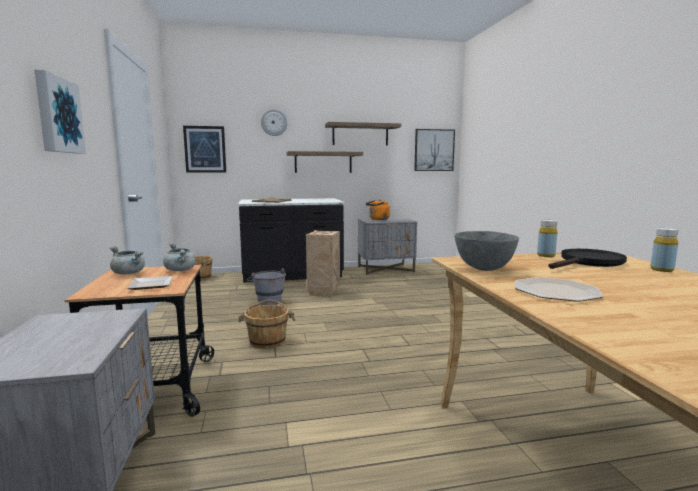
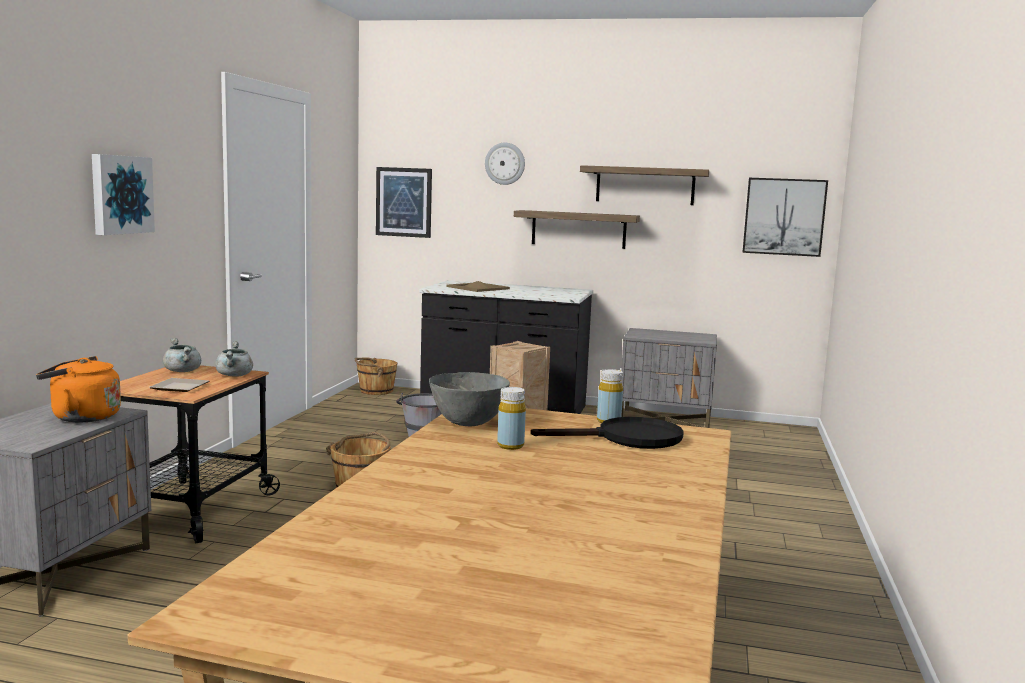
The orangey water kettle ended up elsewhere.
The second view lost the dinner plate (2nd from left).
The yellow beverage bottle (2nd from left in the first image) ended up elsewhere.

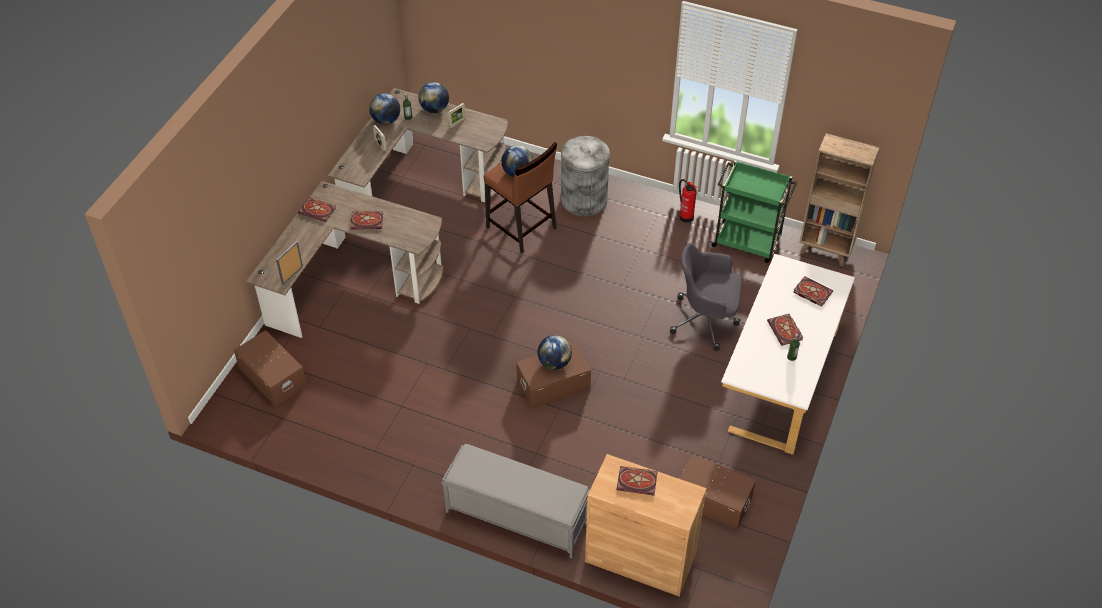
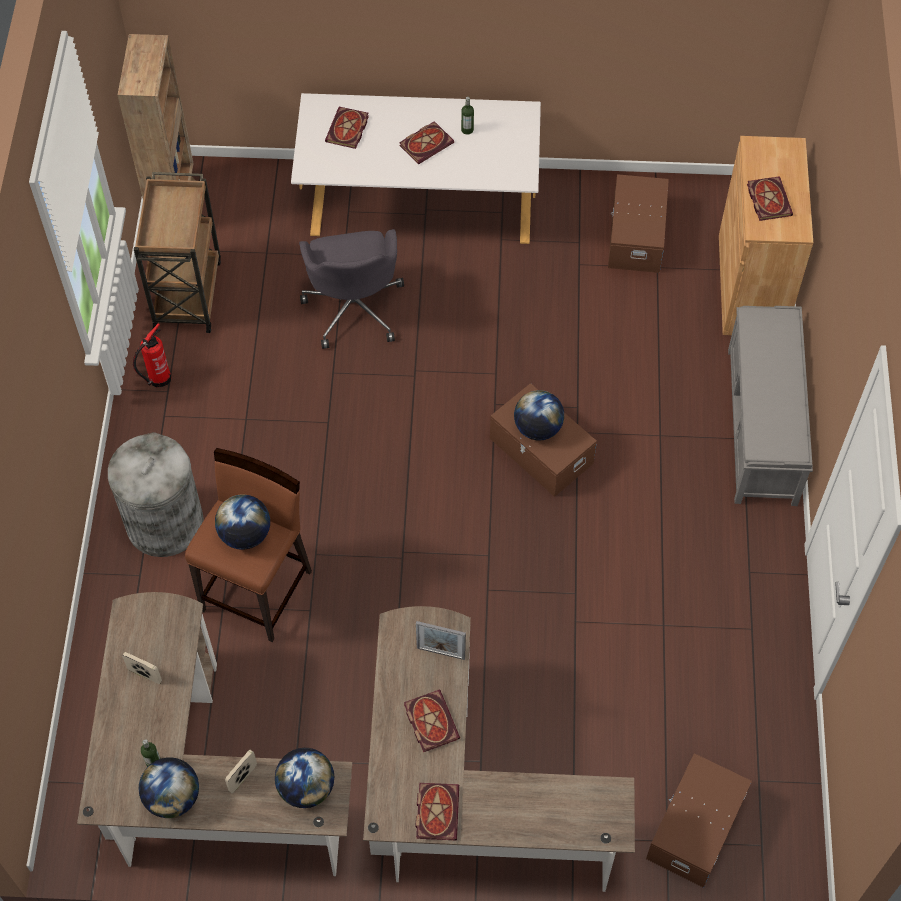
The photo frame (1st from left in the first image) ended up elsewhere.
The globe (2nd from left in the first image) ended up elsewhere.
What was the green-coloured trolley turned into the brownish trolley.

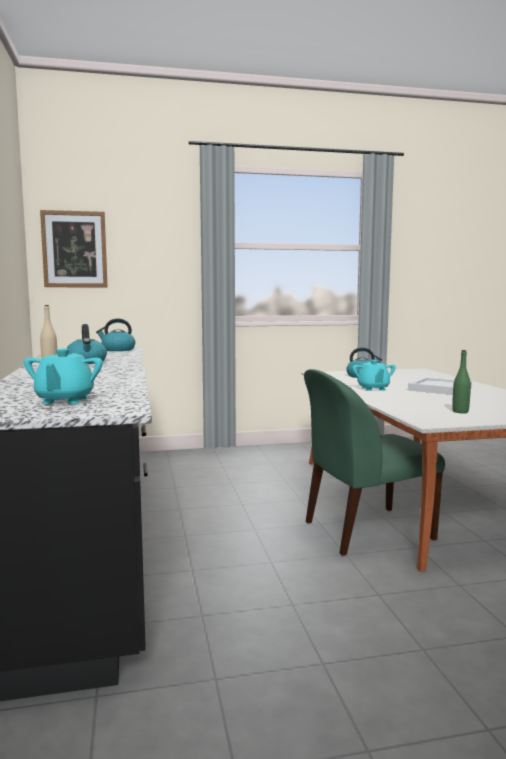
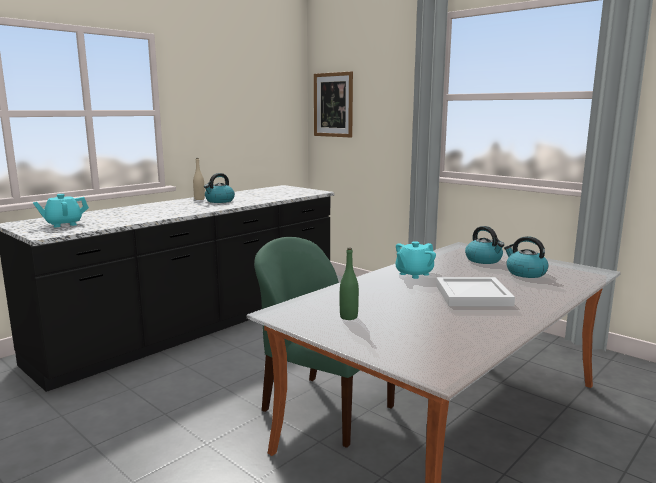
The water kettle (2nd from left in the first image) ended up elsewhere.

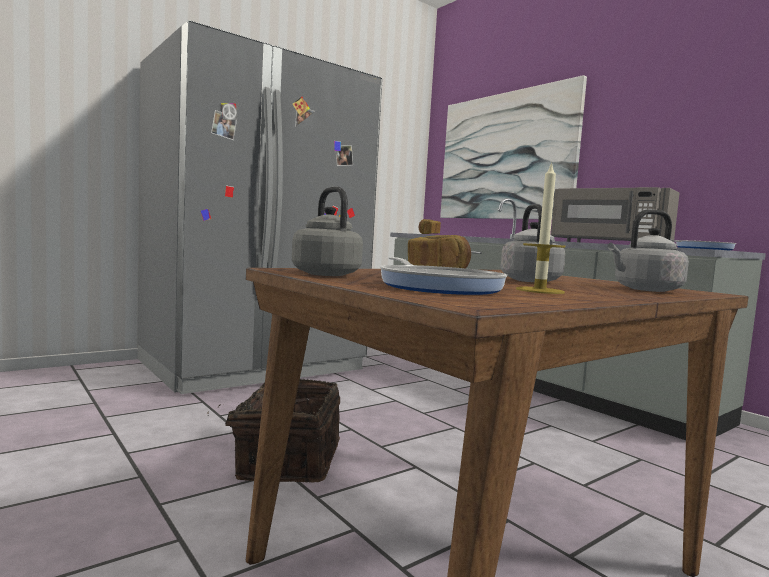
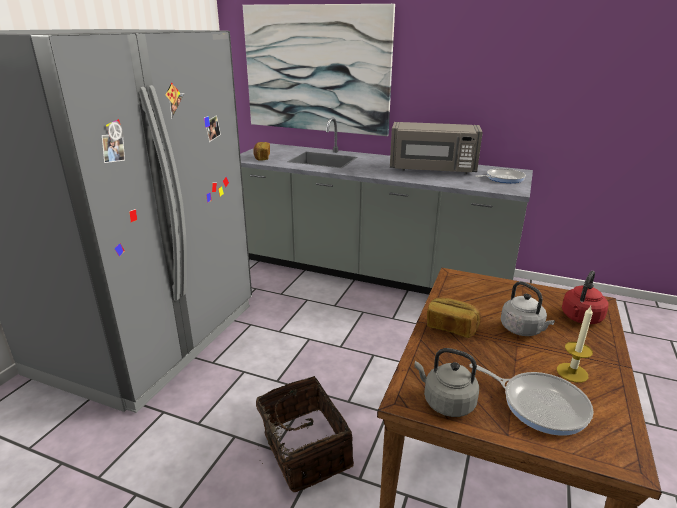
What was the grey water kettle (3rd from left) turned into the red water kettle.

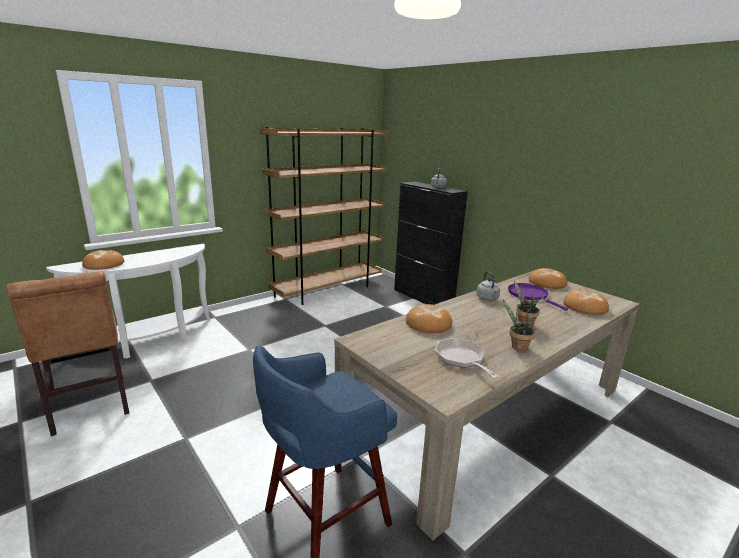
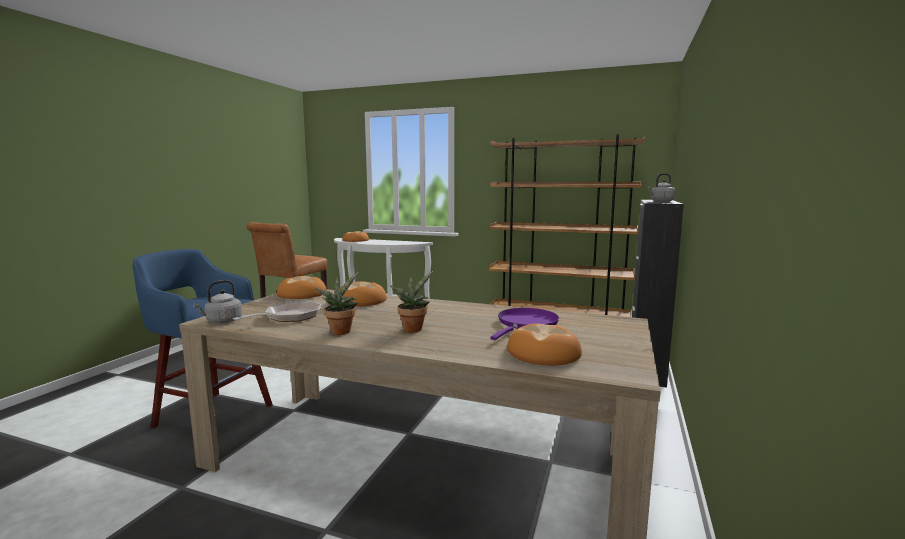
The grey water kettle (2nd from left in the first image) ended up elsewhere.
The bread (3rd from left in the first image) ended up elsewhere.

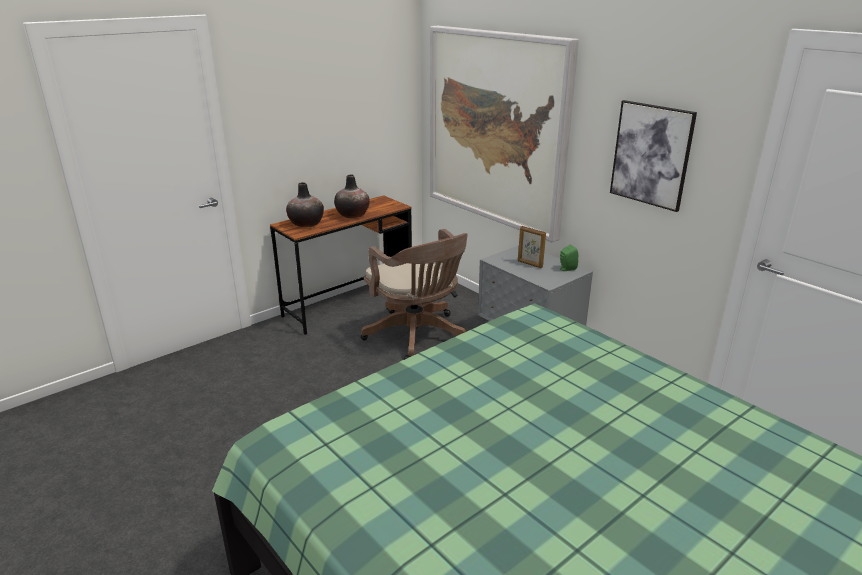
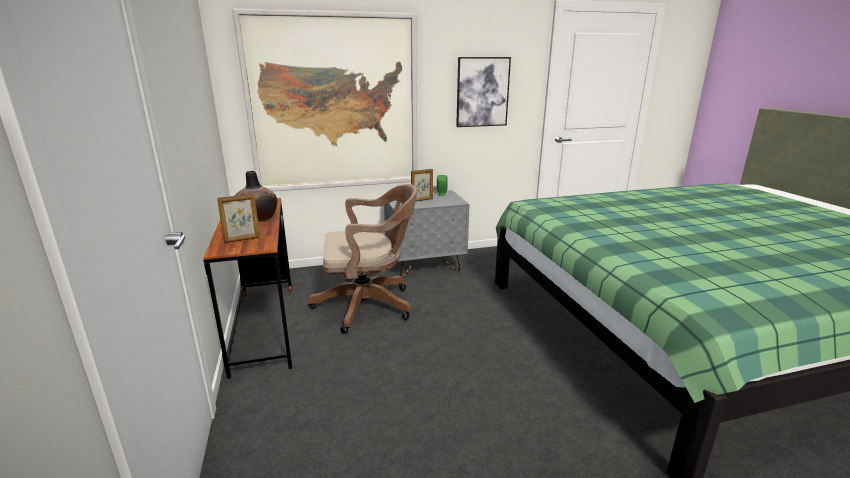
Where the vase (1st from left) stood, the photo frame (1st from left) came to stand.

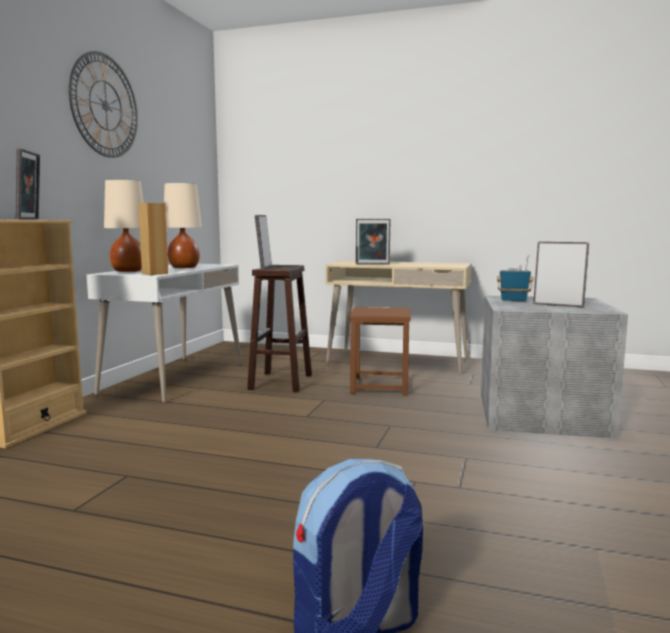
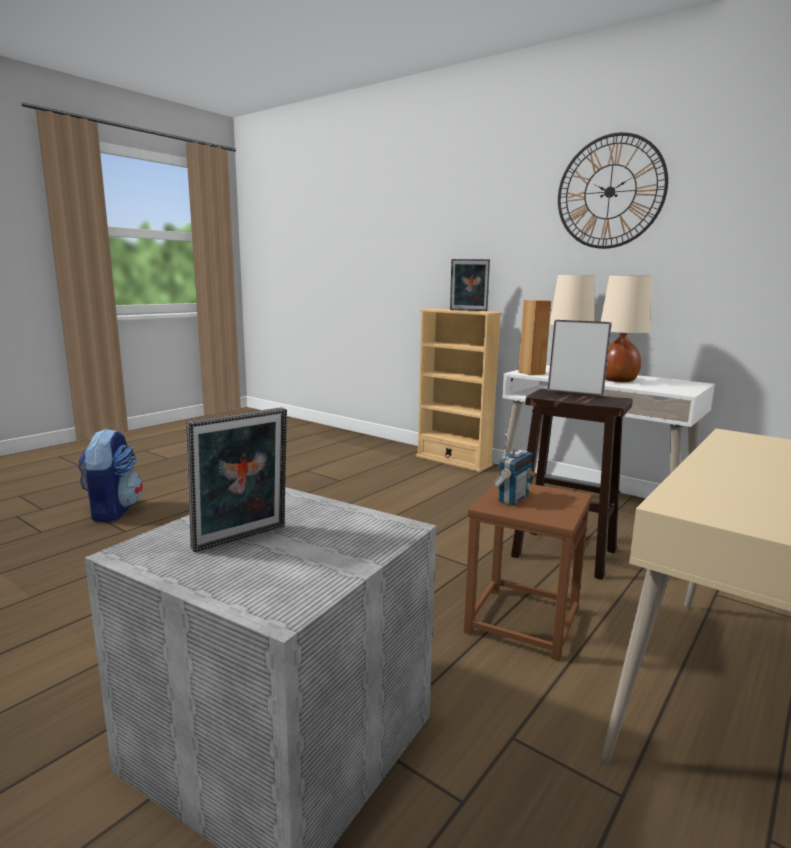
The second view lost the photo frame (3rd from left).
The radio set ended up elsewhere.

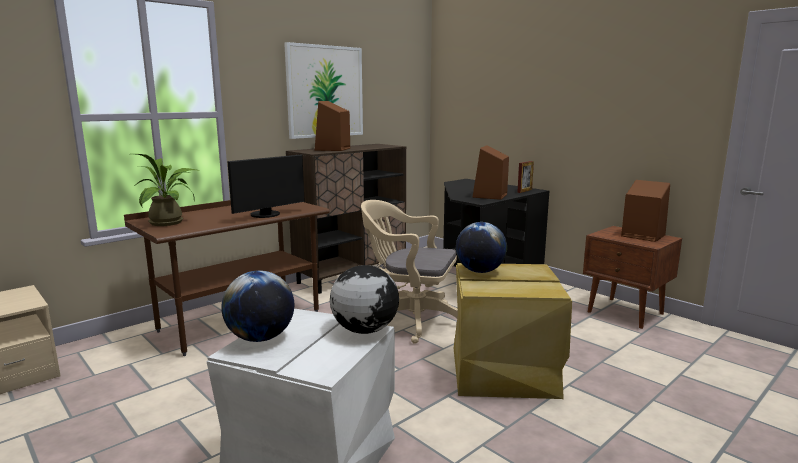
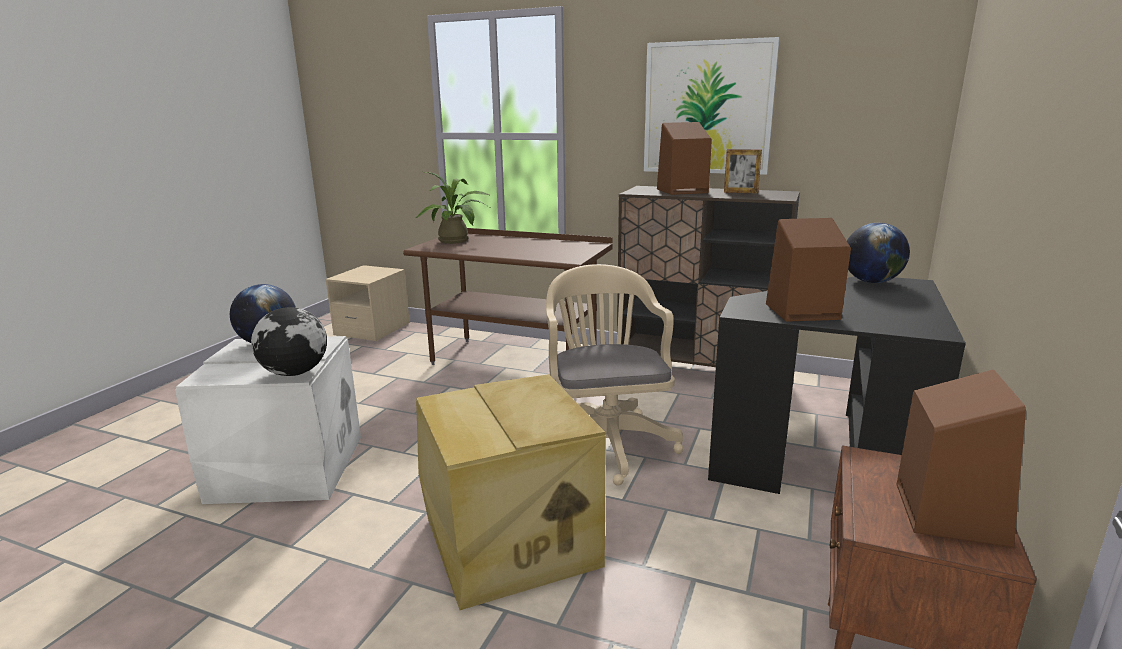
The second view lost the computer display.
The globe (3rd from left) ended up elsewhere.
The photo frame ended up elsewhere.

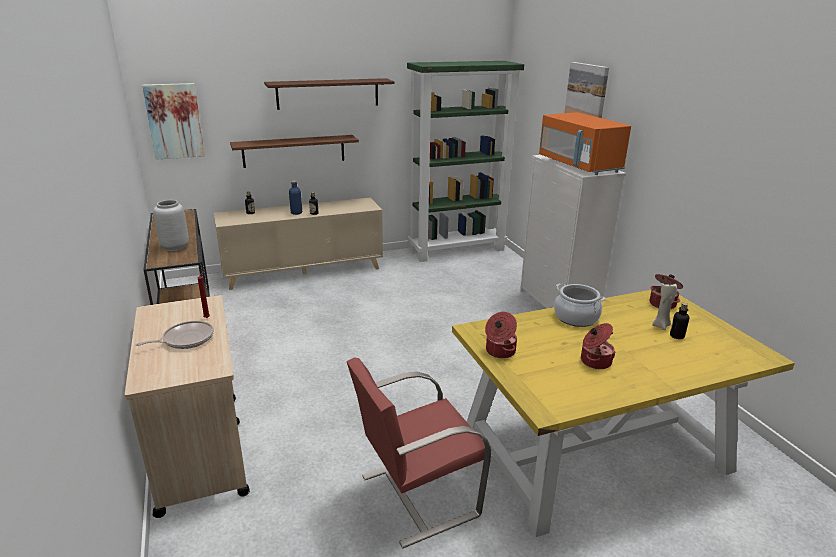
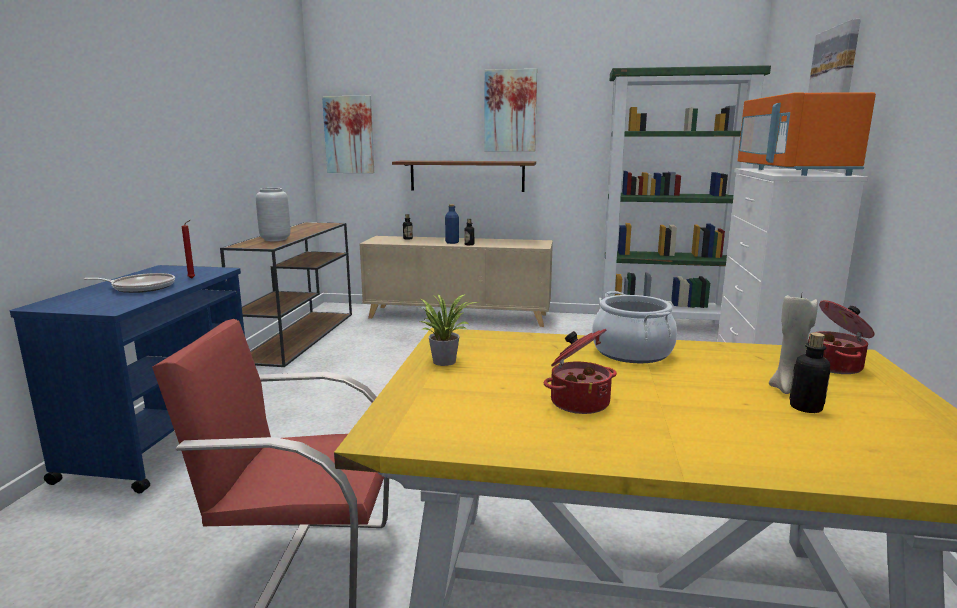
What was the sand-coloured trolley turned into the bluish trolley.
Where the brownish bracket shelf (2nd from left) hung, the wall picture (2nd from left) came to hang.
Where the cooking pot (1st from left) stood, the potted plant came to stand.

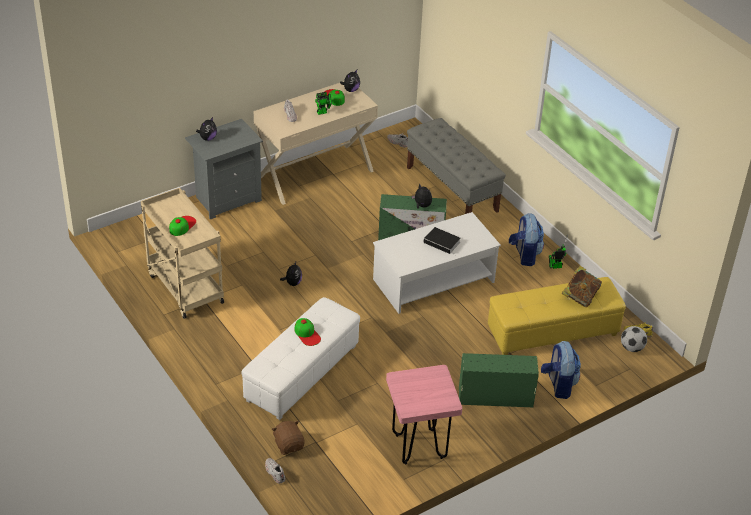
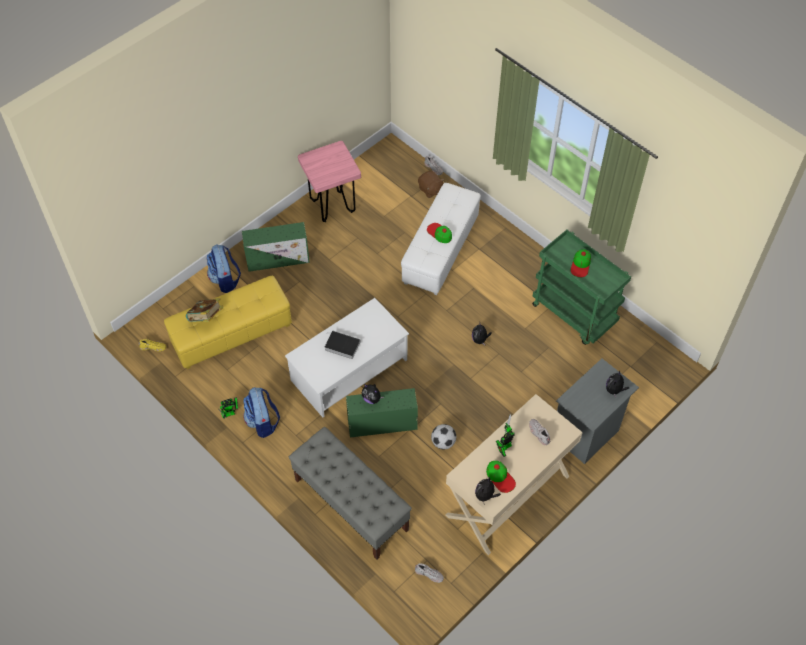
What was the sand-coloured trolley turned into the green-coloured trolley.
The football ball ended up elsewhere.

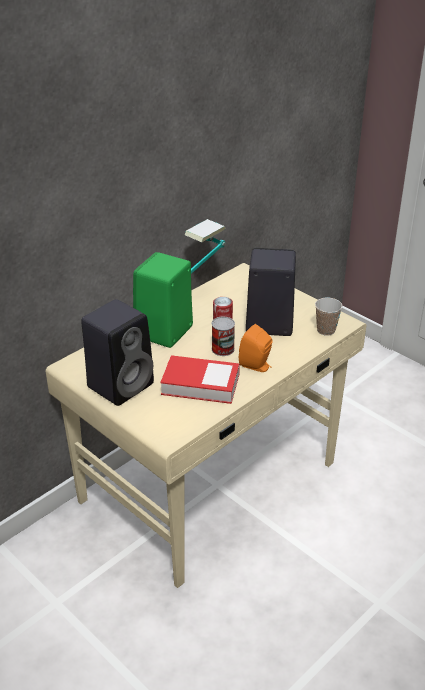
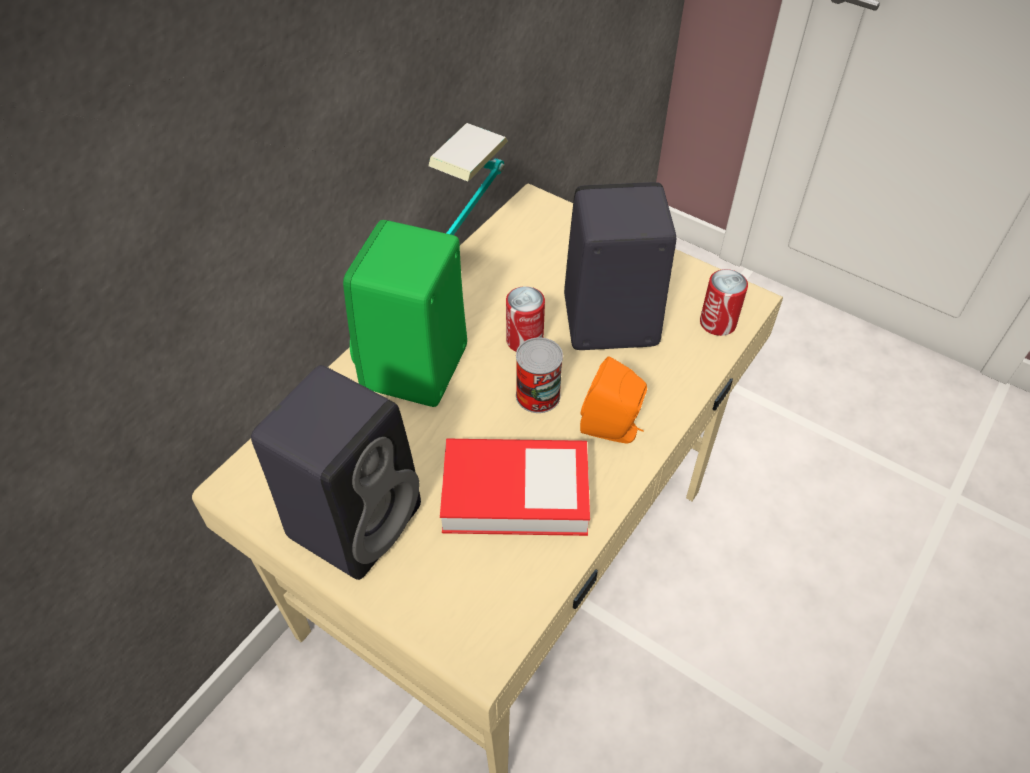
Where the cup stood, the metal can (3rd from left) came to stand.

